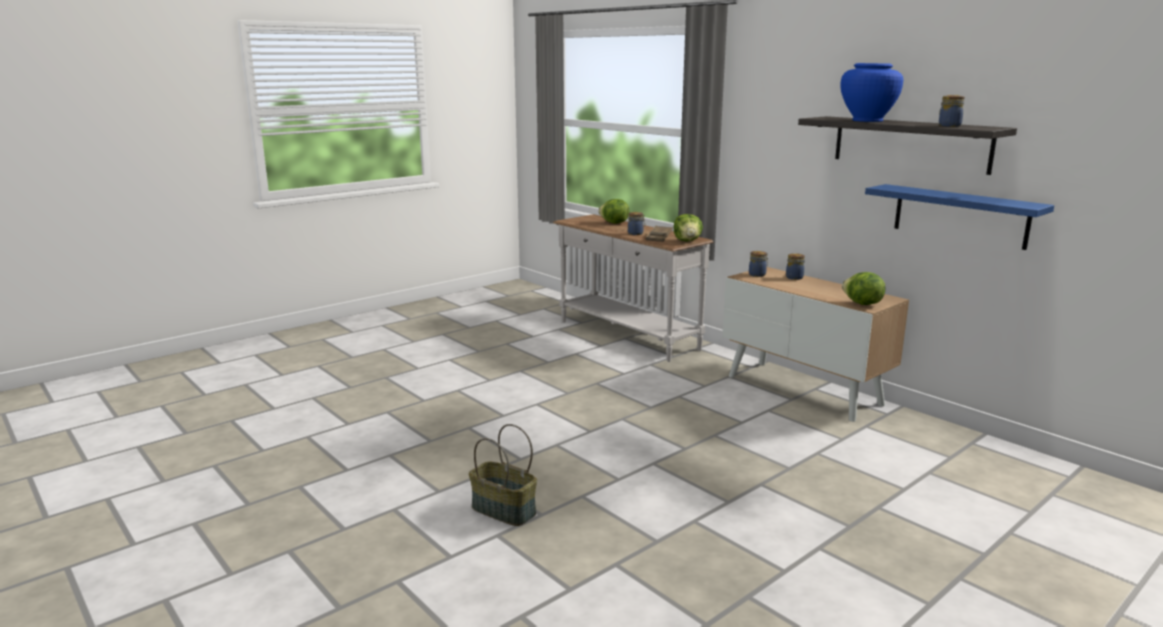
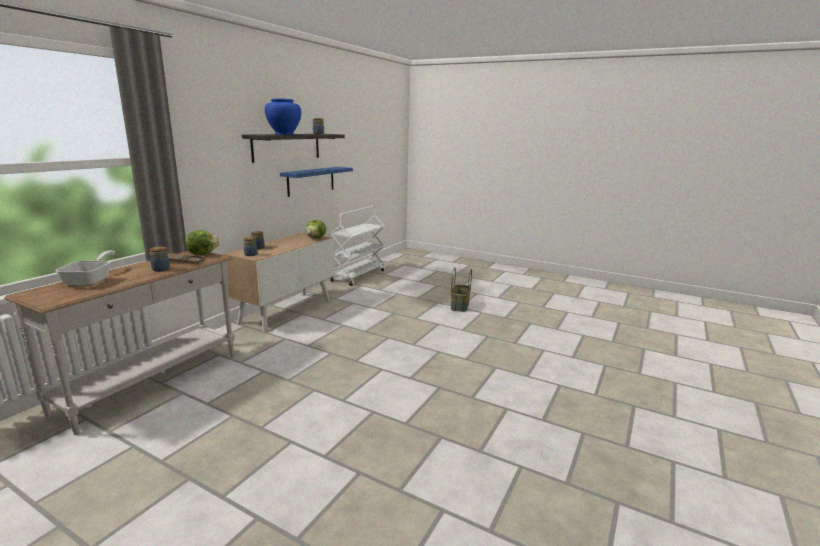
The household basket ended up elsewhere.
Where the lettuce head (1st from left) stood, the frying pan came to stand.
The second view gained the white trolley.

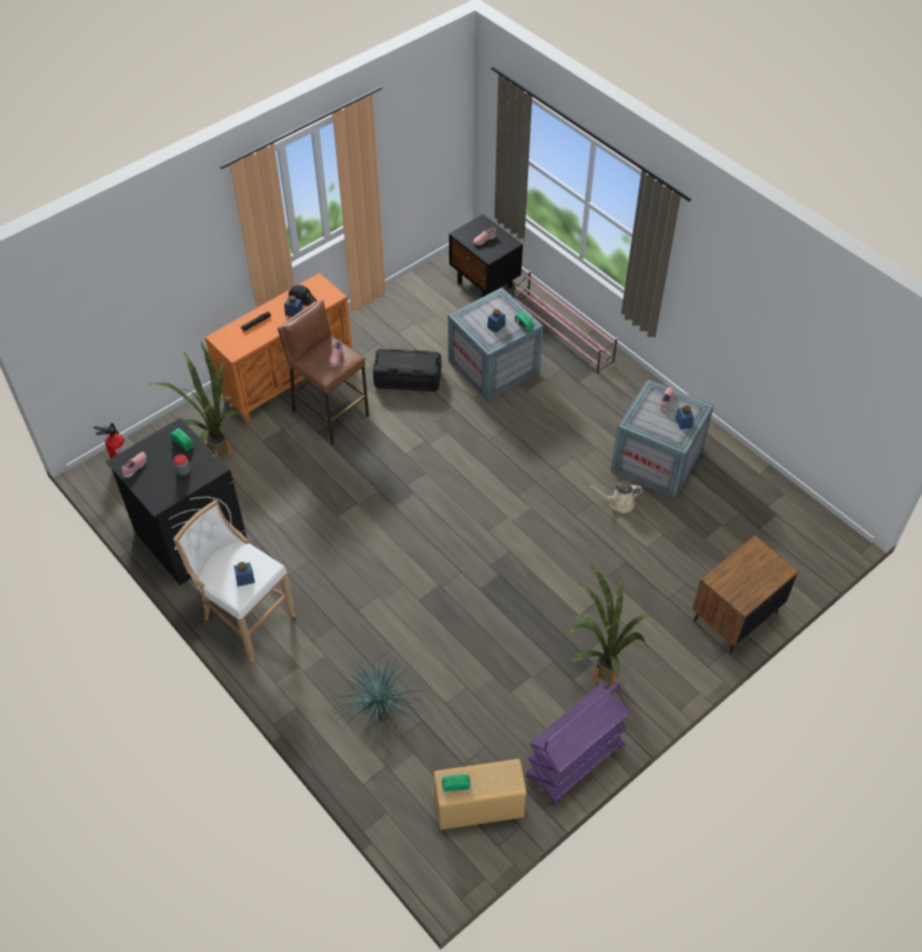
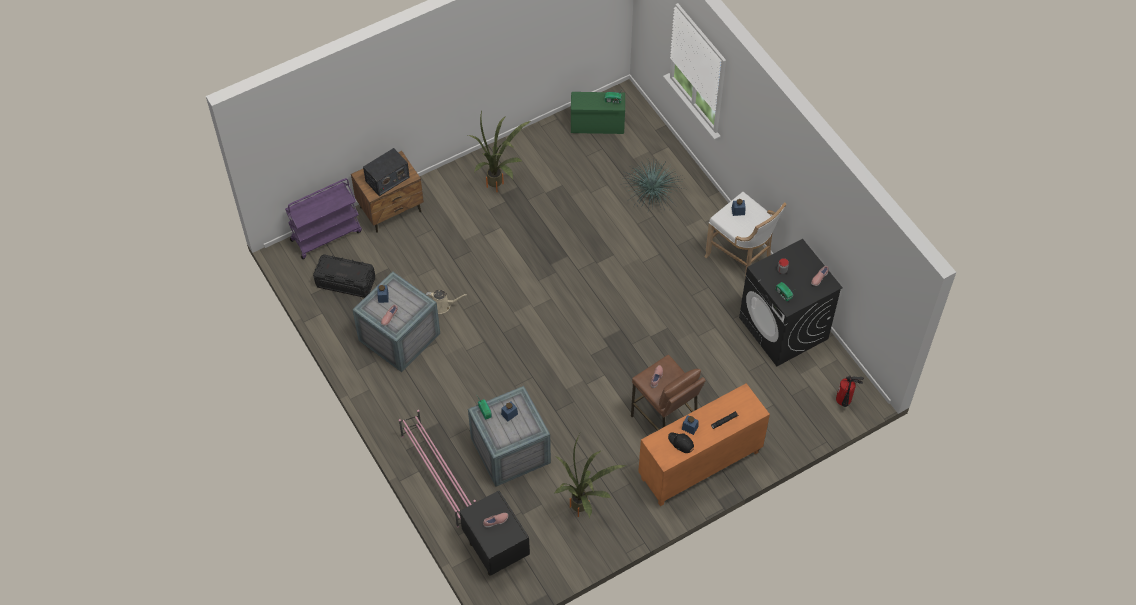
The potted plant (1st from left in the first image) ended up elsewhere.
The black-coloured storage bin ended up elsewhere.
What was the sand-coloured storage bin turned into the green-coloured storage bin.
The purplish trolley ended up elsewhere.
The second view gained the radio set (1st from left).

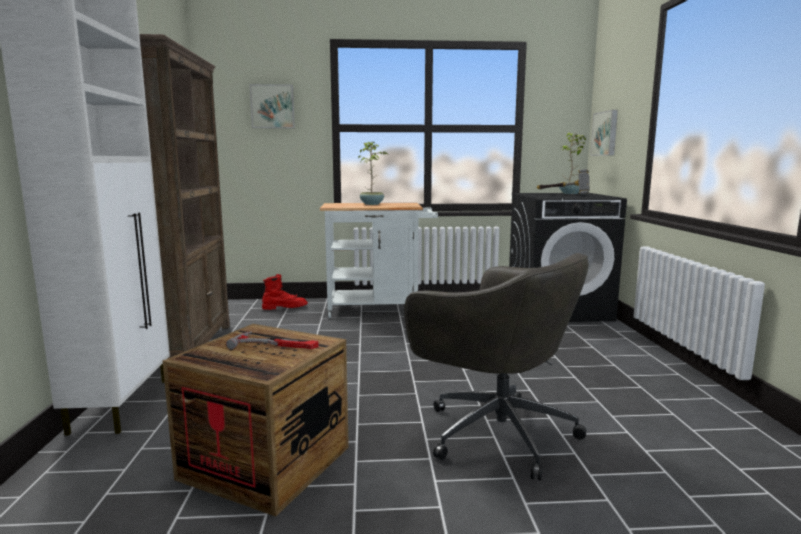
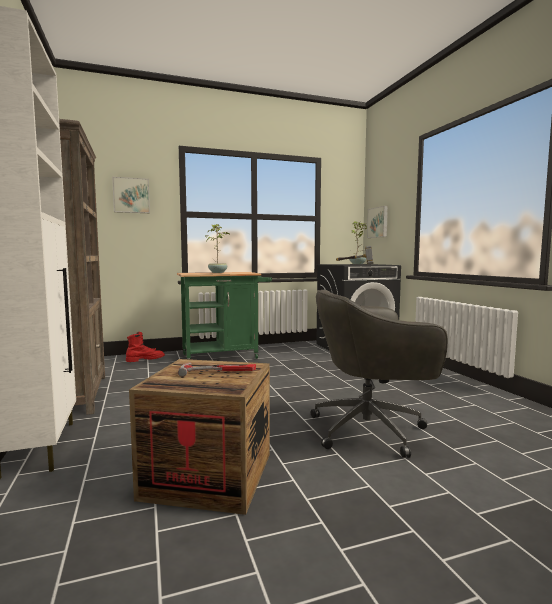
What was the white trolley turned into the green-coloured trolley.
The grey computer chair ended up facing another way, 150 degrees clockwise from before.

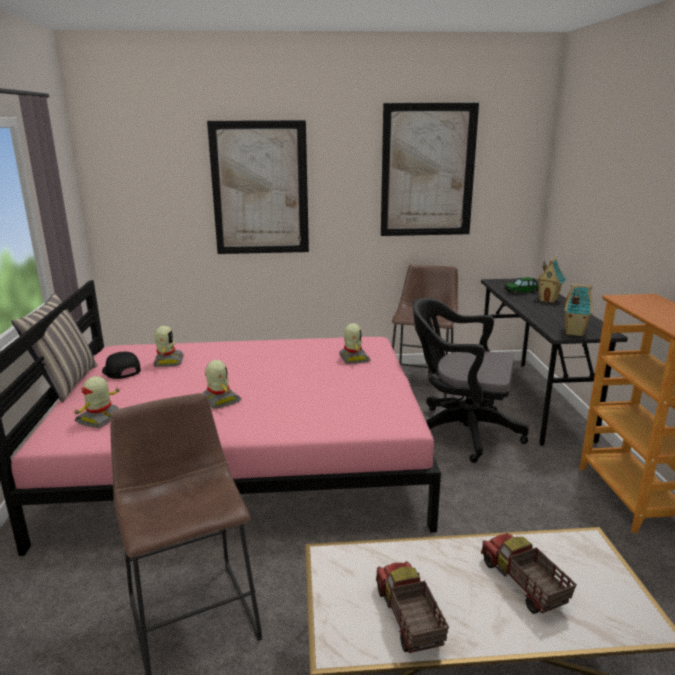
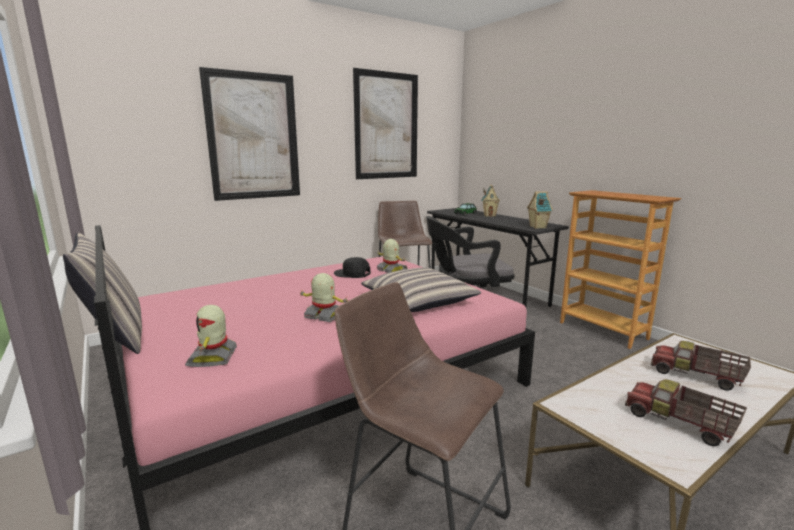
The black-coloured baseball cap ended up elsewhere.
The second view lost the toy robot (2nd from left).
The second view gained the cushion (2nd from left).

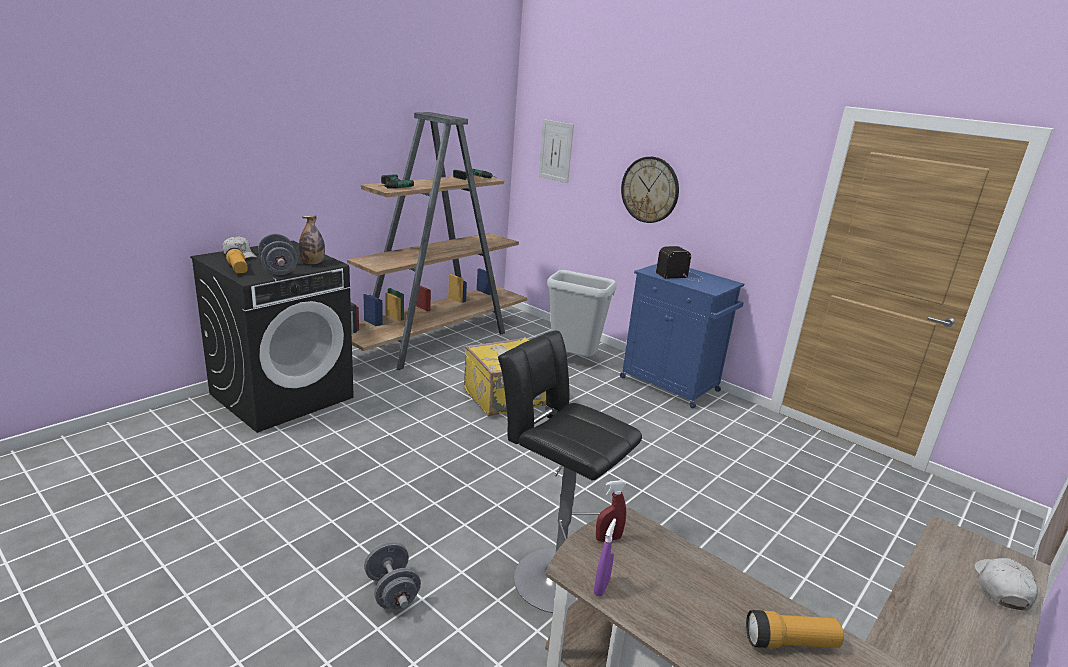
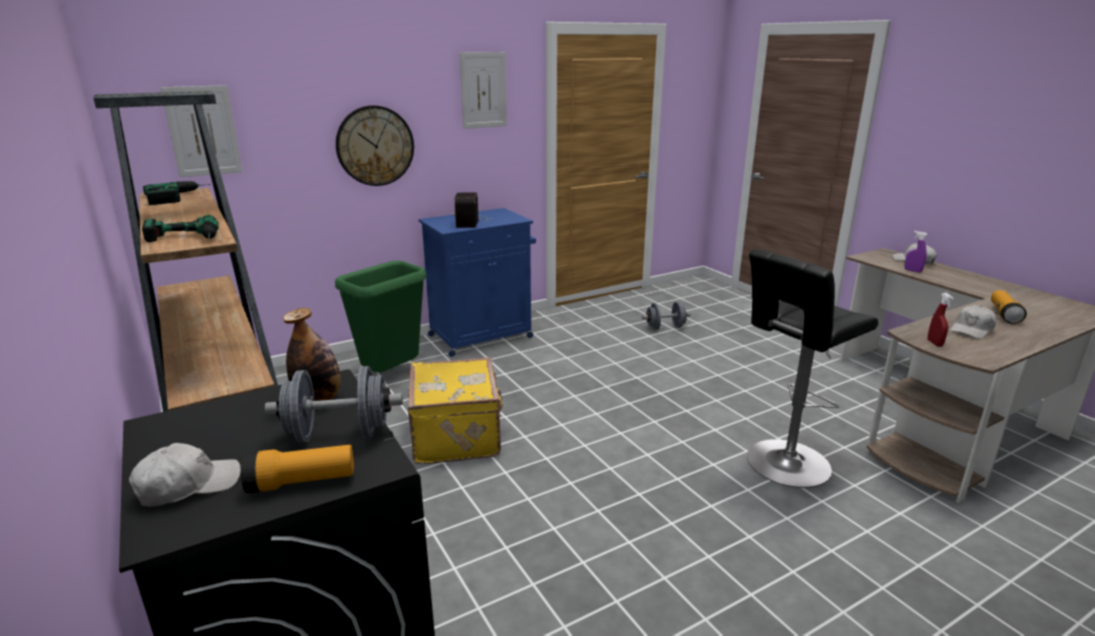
The grey dumbbell (2nd from left) ended up elsewhere.
What was the grey trash can turned into the green-coloured trash can.
The purplish sprayer ended up elsewhere.
The second view gained the wall picture (2nd from left).
The second view gained the white baseball cap (3rd from left).

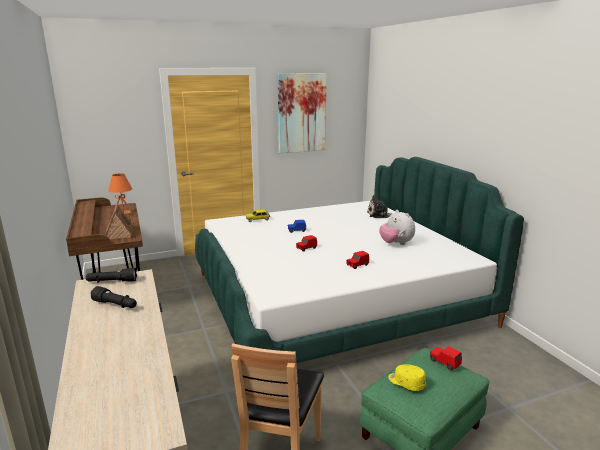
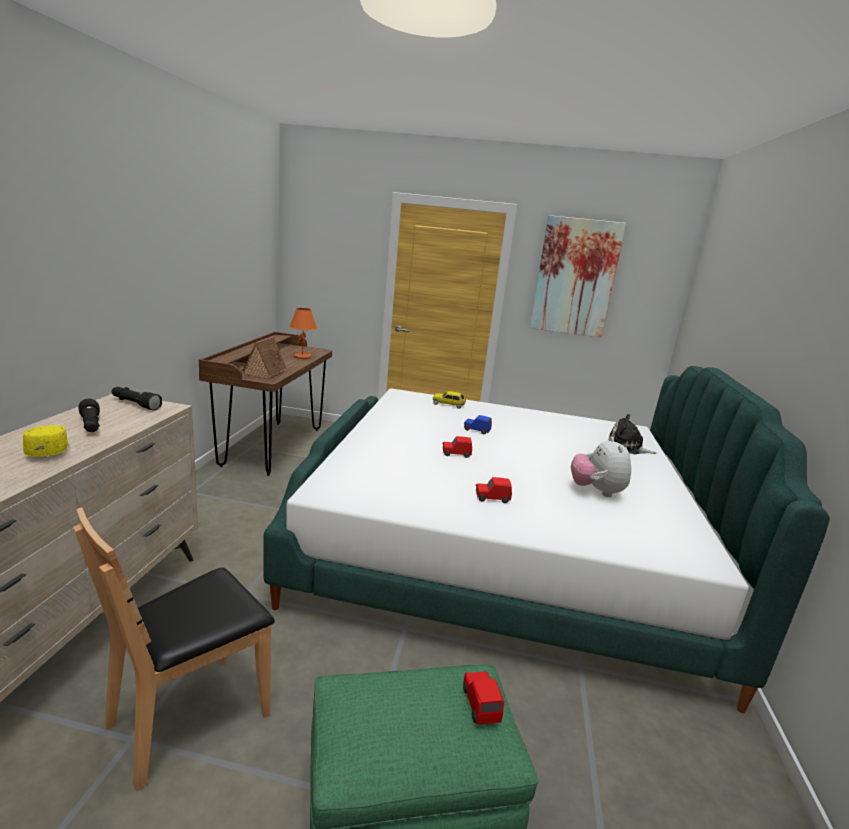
The yellow baseball cap ended up elsewhere.

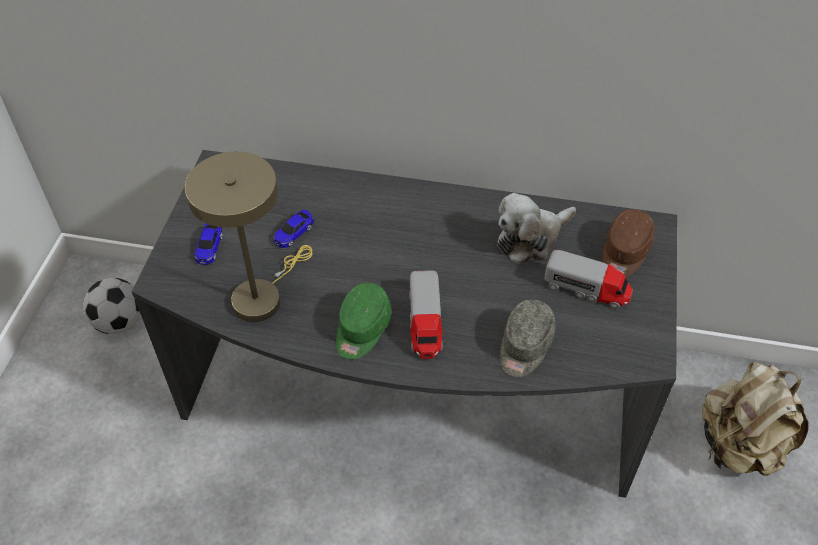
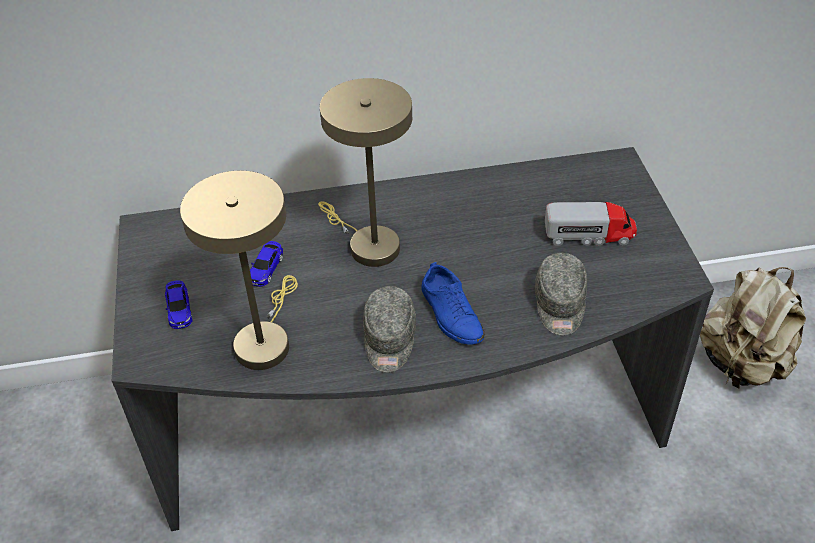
The second view lost the football ball.
What was the green-coloured baseball cap turned into the grey baseball cap (1st from left).
Where the model truck (1st from left) stood, the bluish shoe came to stand.
The second view lost the cuddly toy.
The second view lost the brownish baseball cap.
The second view gained the sand-coloured lamp for a table (2nd from left).

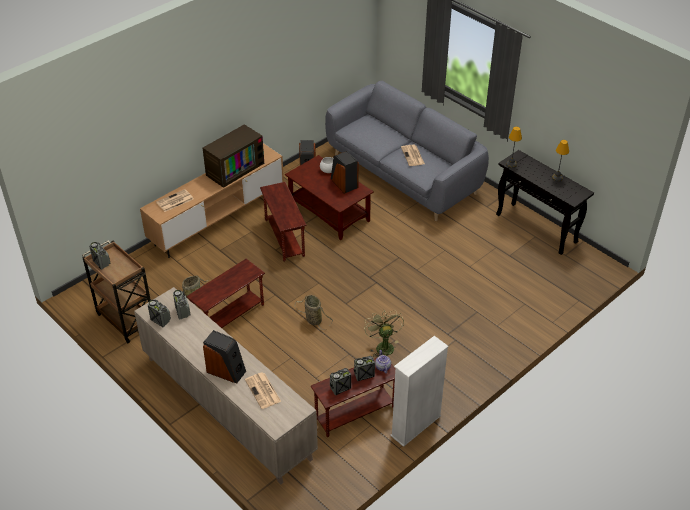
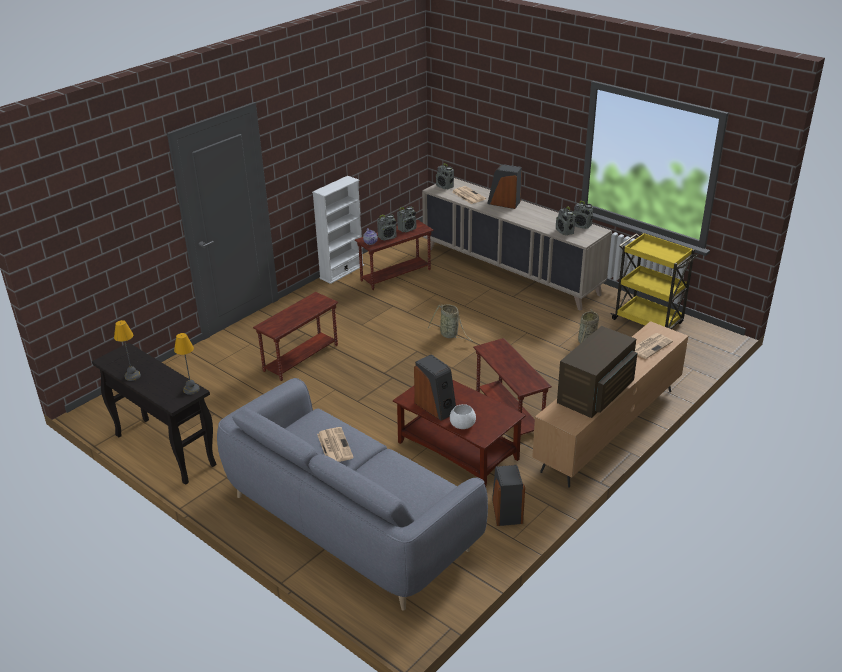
What was the brownish trolley turned into the yellow trolley.
The radio set (1st from left in the first image) ended up elsewhere.
The brownish end table (1st from left) ended up elsewhere.
The second view lost the green-coloured electric fan.

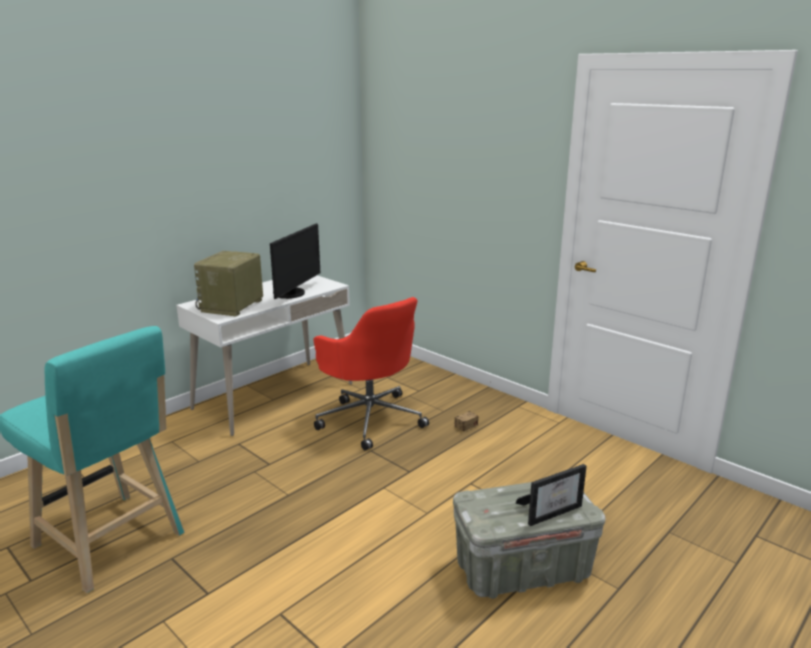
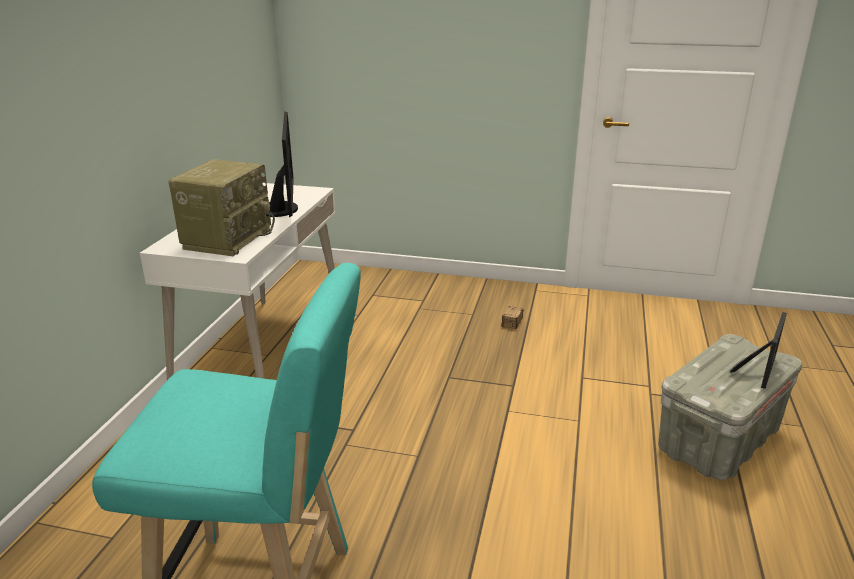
The radio set ended up facing another way, 150 degrees counterclockwise from before.
The second view lost the red computer chair.

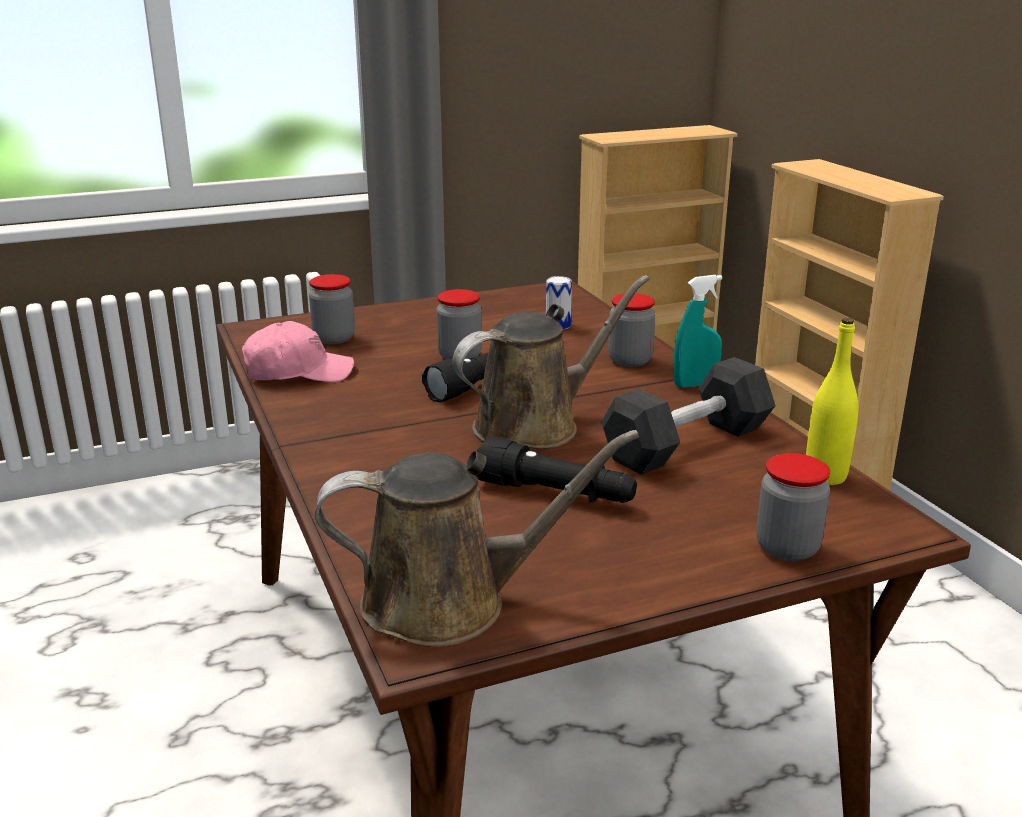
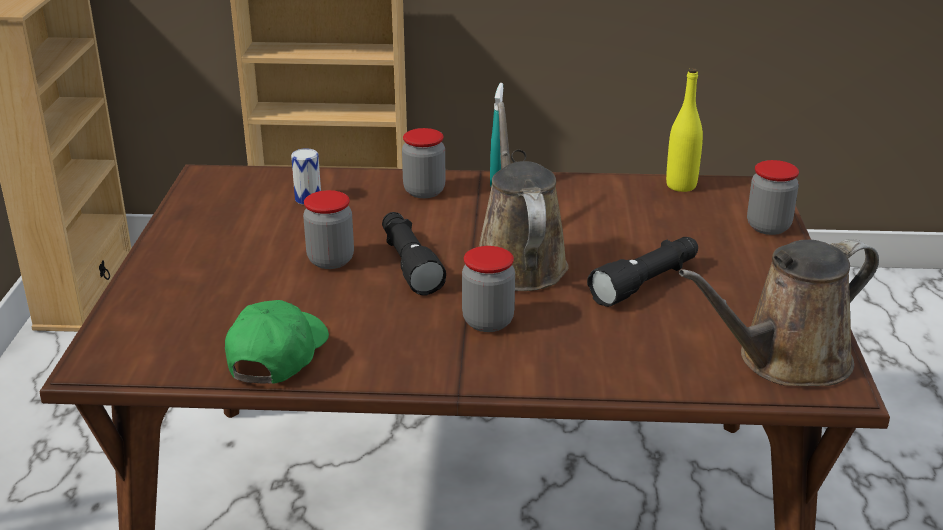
What was the pink baseball cap turned into the green-coloured baseball cap.
The preserve jar (1st from left in the first image) ended up elsewhere.
The brownish watering pot (1st from left in the first image) ended up facing another way, 135 degrees counterclockwise from before.
The second view lost the black-coloured dumbbell.

